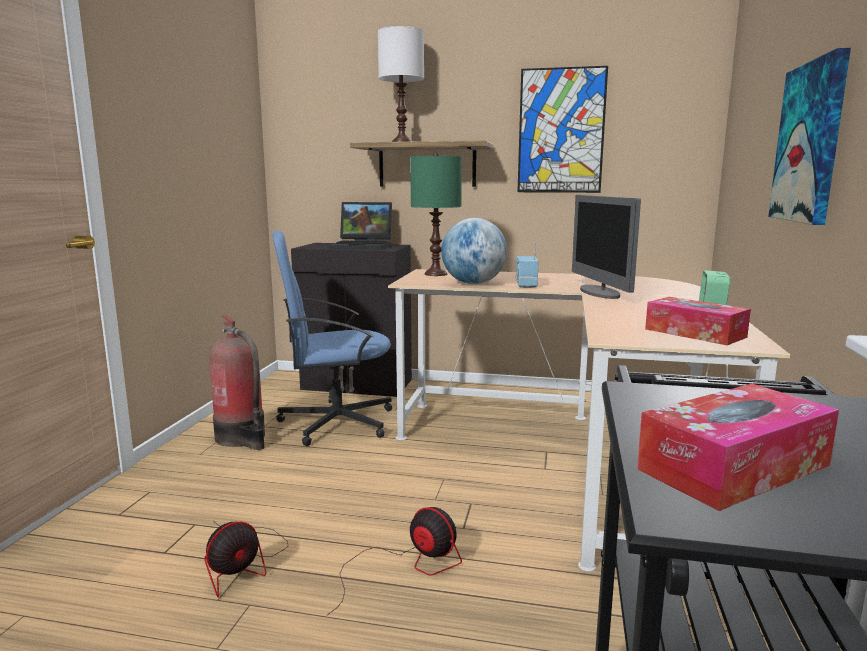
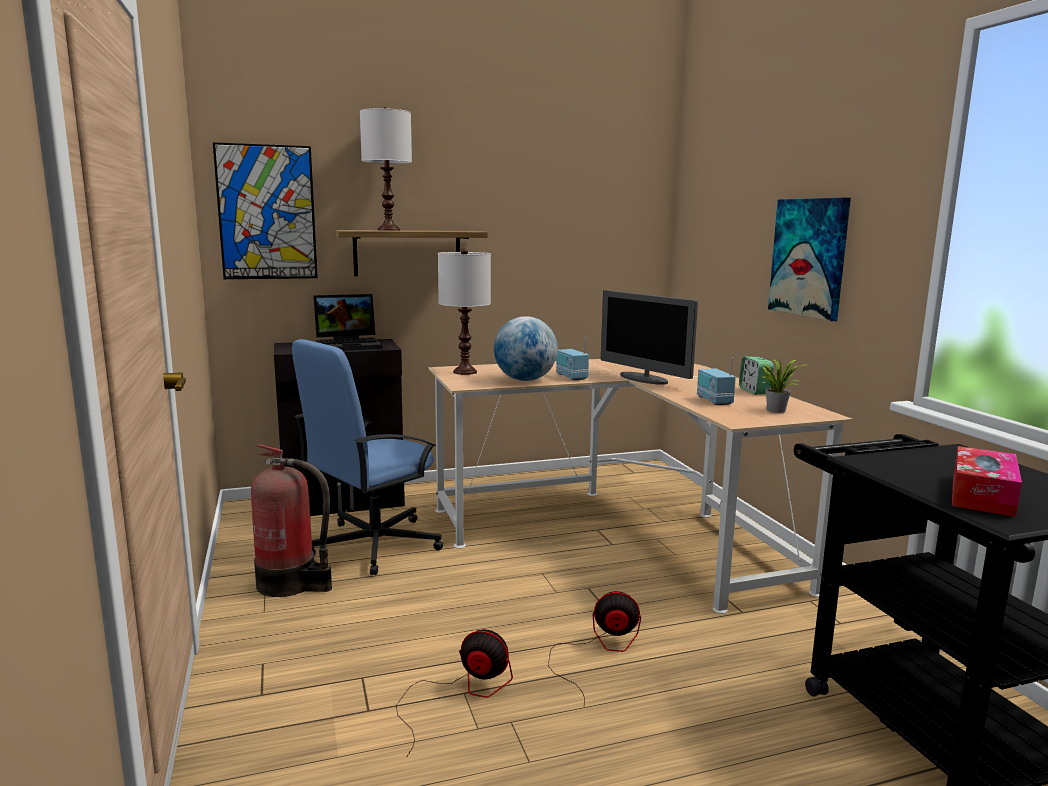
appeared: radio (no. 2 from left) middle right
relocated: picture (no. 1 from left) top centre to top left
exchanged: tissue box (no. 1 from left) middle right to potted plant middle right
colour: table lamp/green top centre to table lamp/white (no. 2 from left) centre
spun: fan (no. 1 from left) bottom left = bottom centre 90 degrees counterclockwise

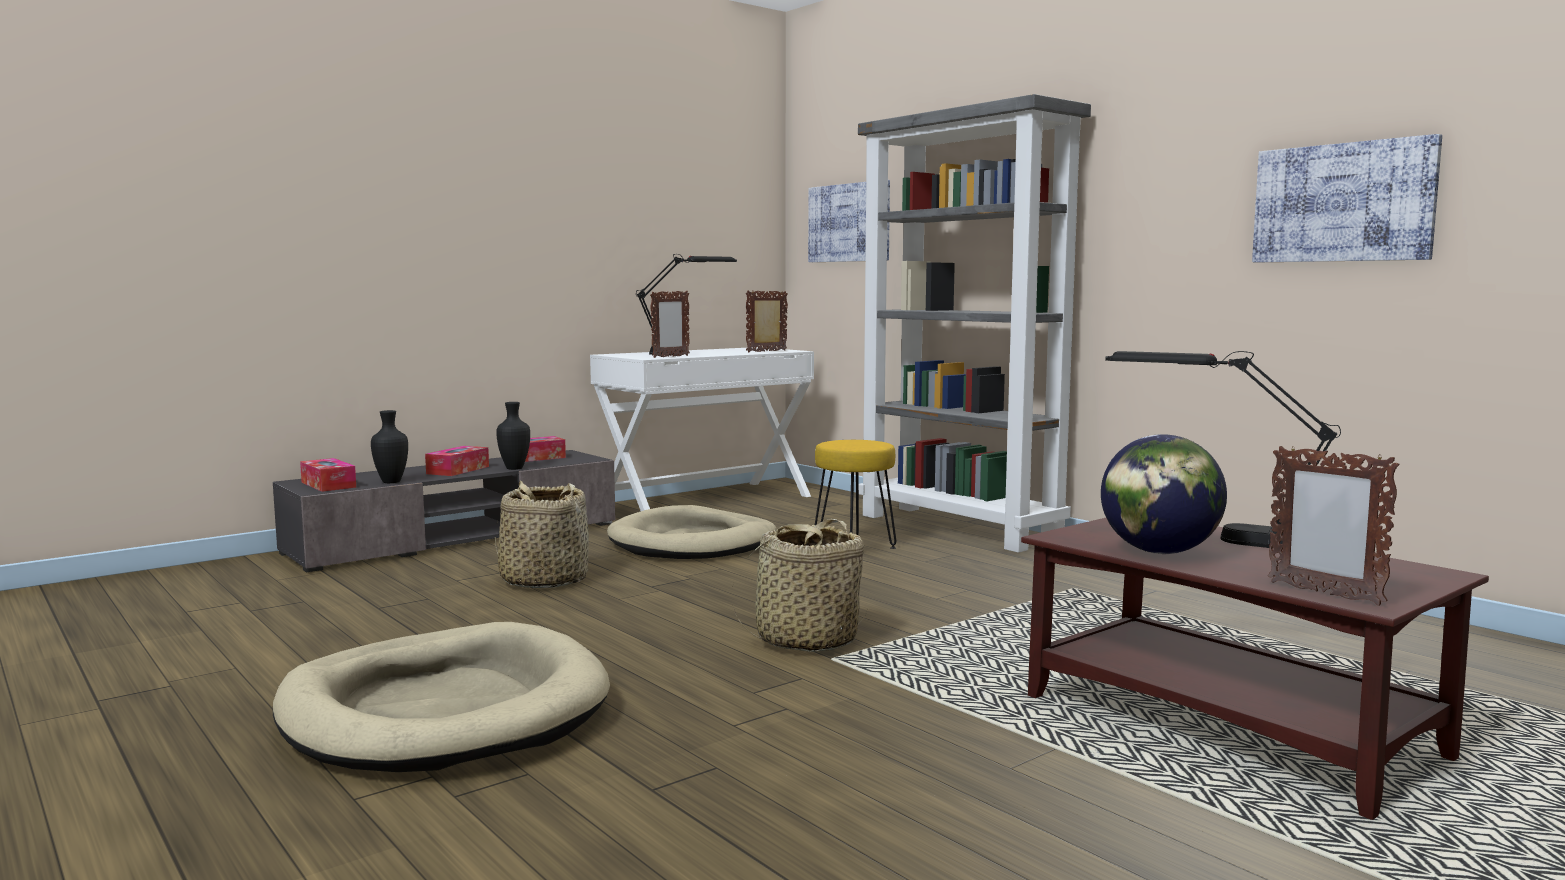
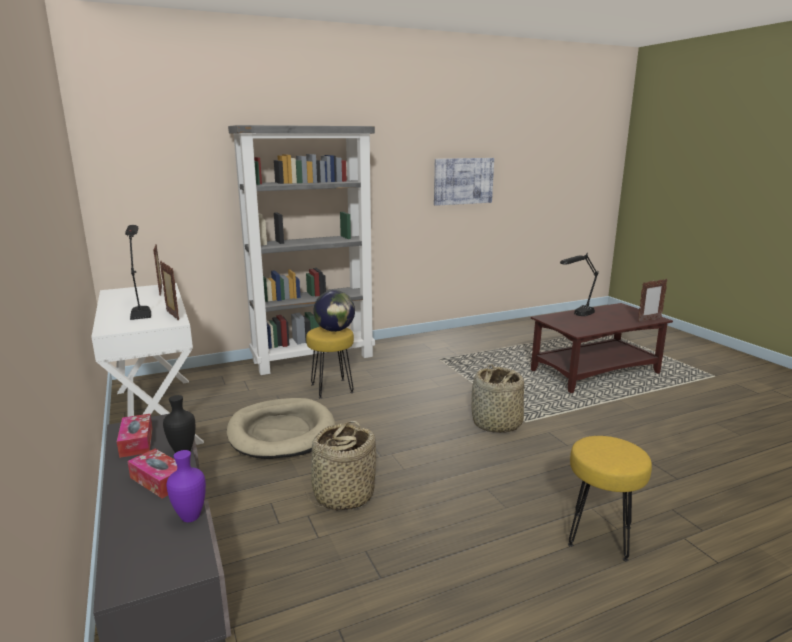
missing: tissue box (no. 1 from left) middle left; picture (no. 1 from left) top centre
relocated: globe middle right to centre
exchanged: dog bed/beige (no. 1 from left) bottom left to stool/yellow (no. 2 from left) bottom right
colour: vase/black (no. 1 from left) middle left to vase/purple bottom left

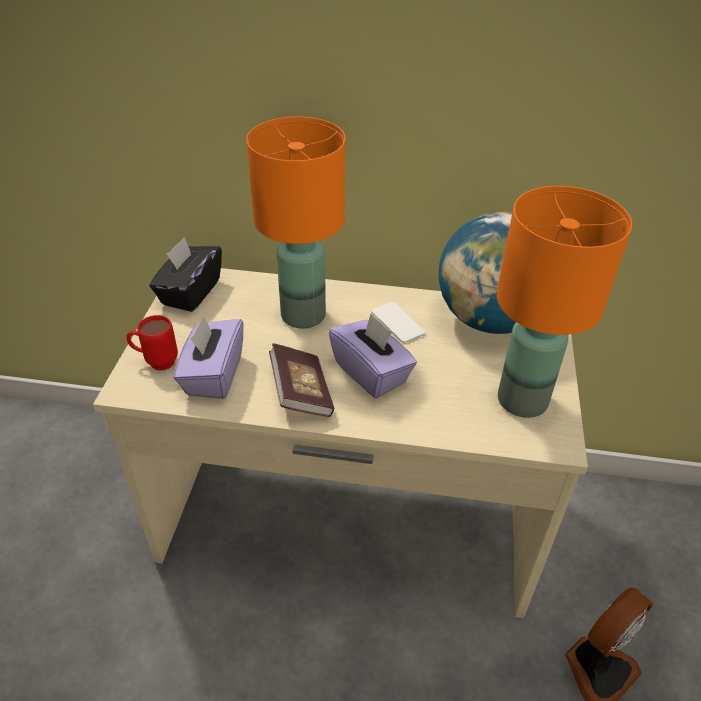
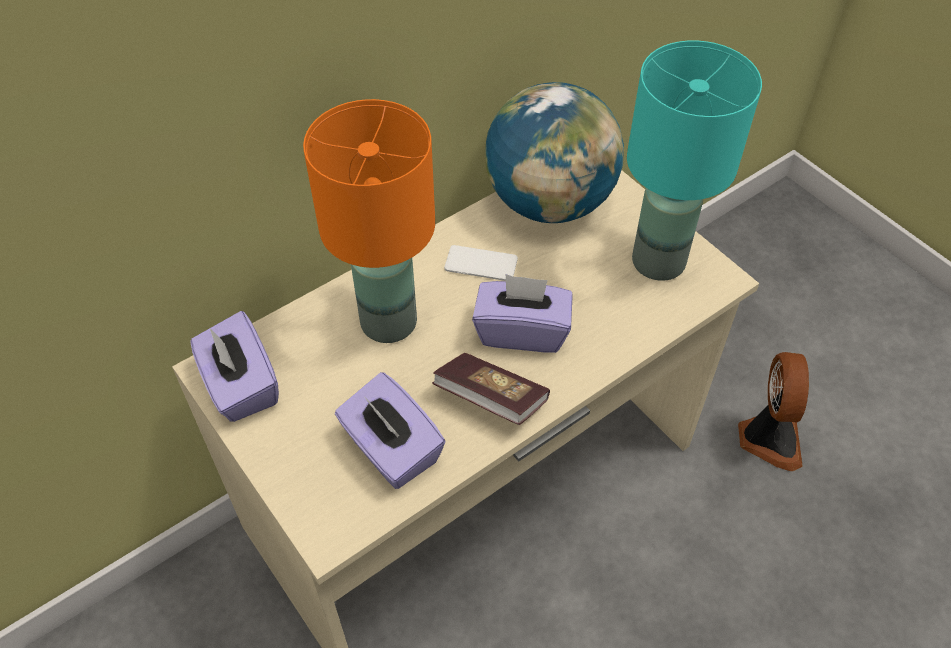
missing: mug/red middle left
colour: tissue box/black middle left to tissue box/purple (no. 1 from left) middle left; table lamp/orange (no. 2 from left) middle right to table lamp/turquoise top right

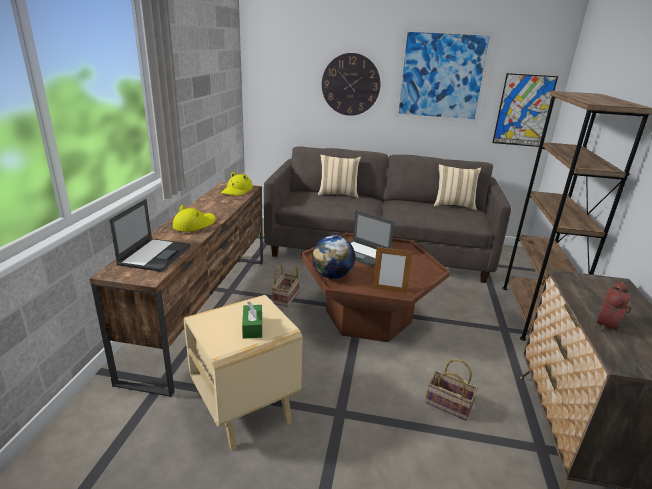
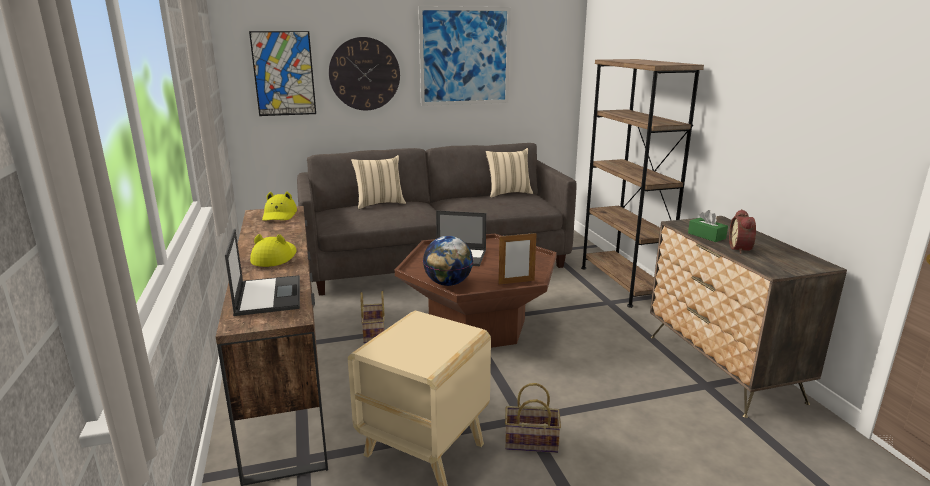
relocated: picture (no. 2 from left in the first image) top right to picture (no. 1 from left) top left; basket (no. 2 from left) bottom right to bottom centre; tissue box/green centre to middle right

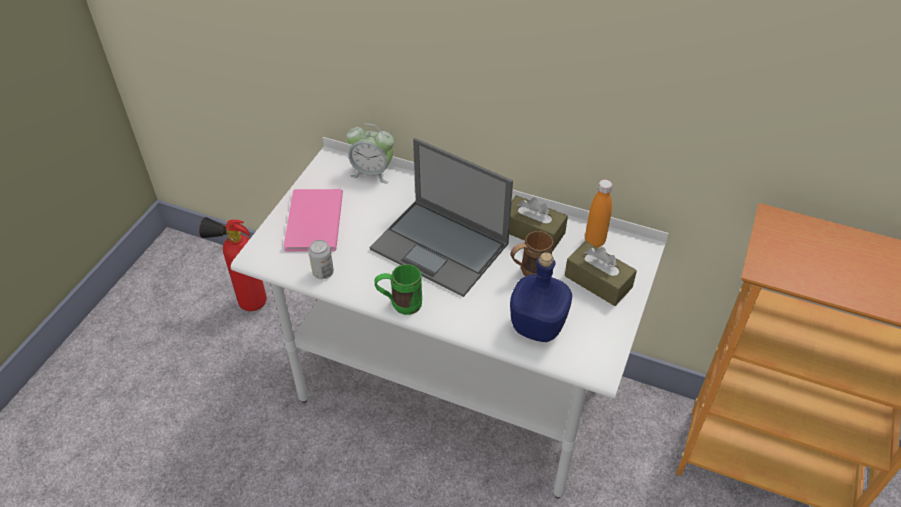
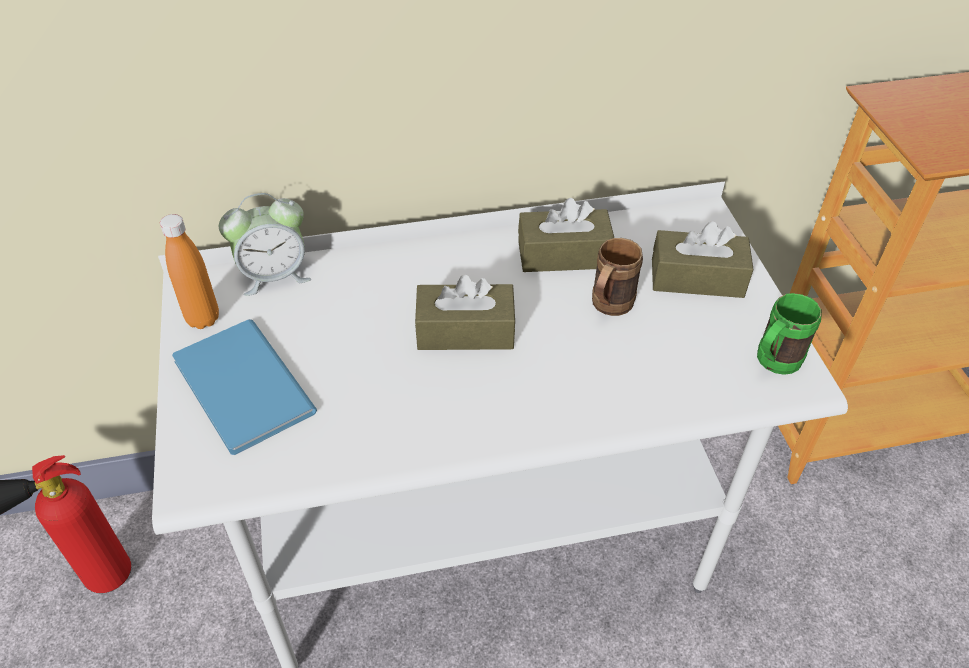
missing: can centre; bottle/blue centre
relocated: bottle/orange centre to middle left; mug/green centre to middle right
exchanged: laptop centre to tissue box/brown (no. 1 from left) centre
colour: book/pink centre to book/blue middle left

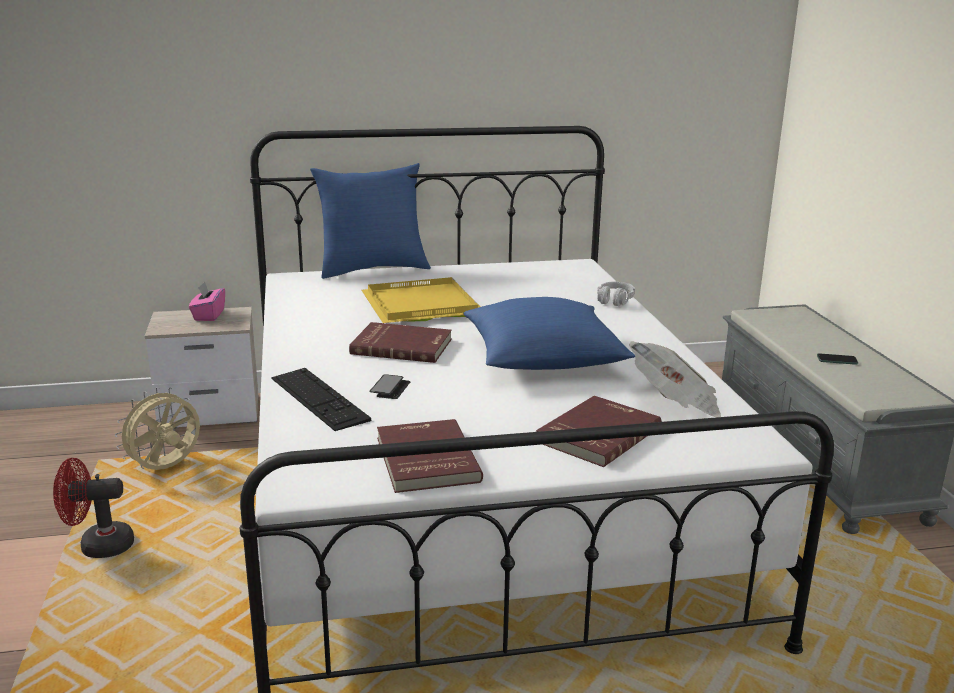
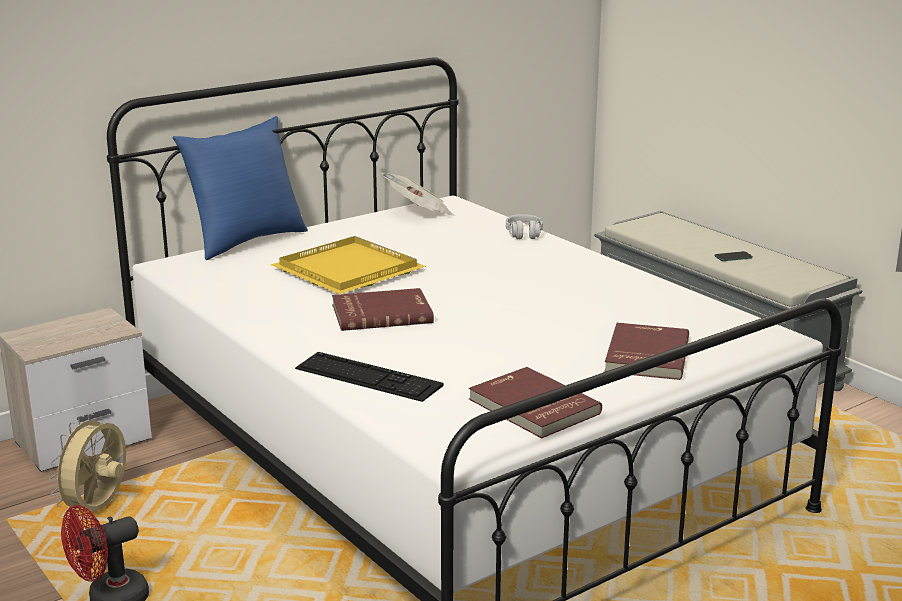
missing: tissue box/pink middle left; phone (no. 1 from left) centre; pillow/blue (no. 2 from left) centre
relocated: newspaper middle right to top centre

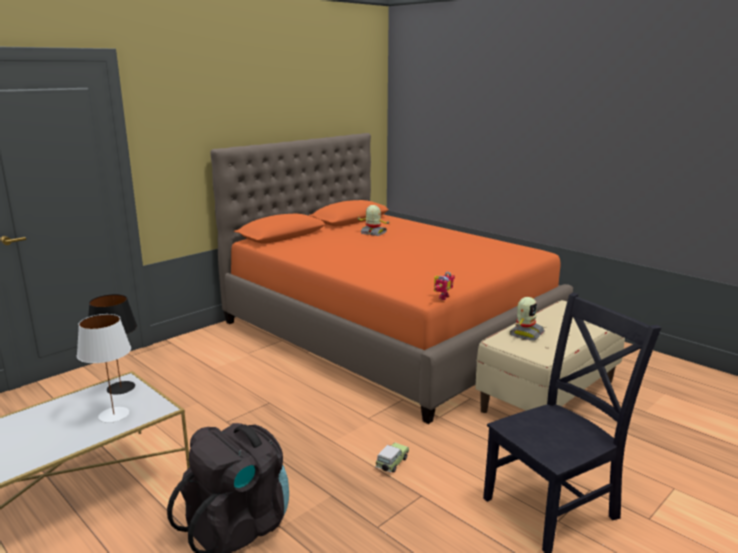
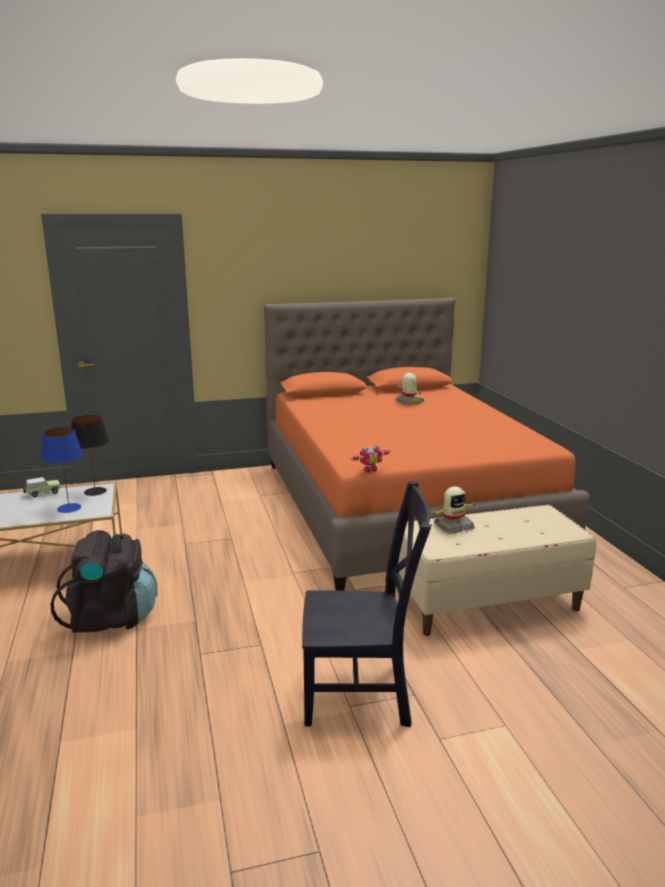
relocated: toy car bottom centre to middle left
colour: table lamp/white middle left to table lamp/blue middle left

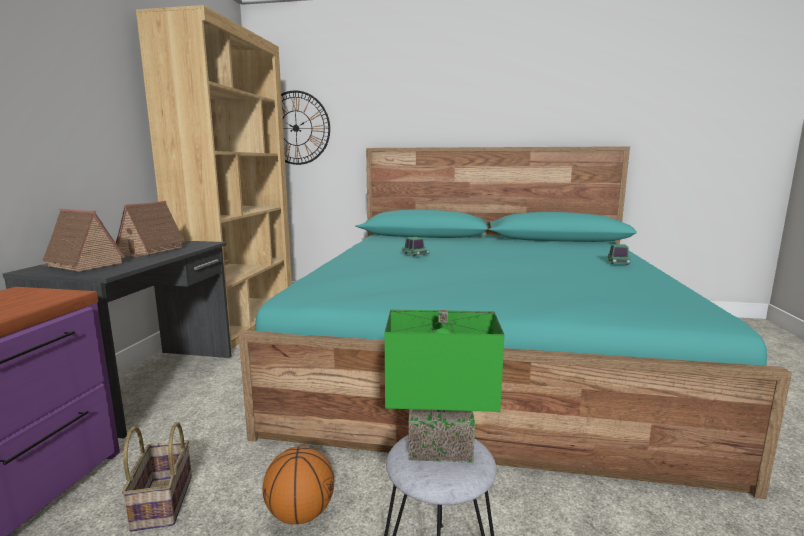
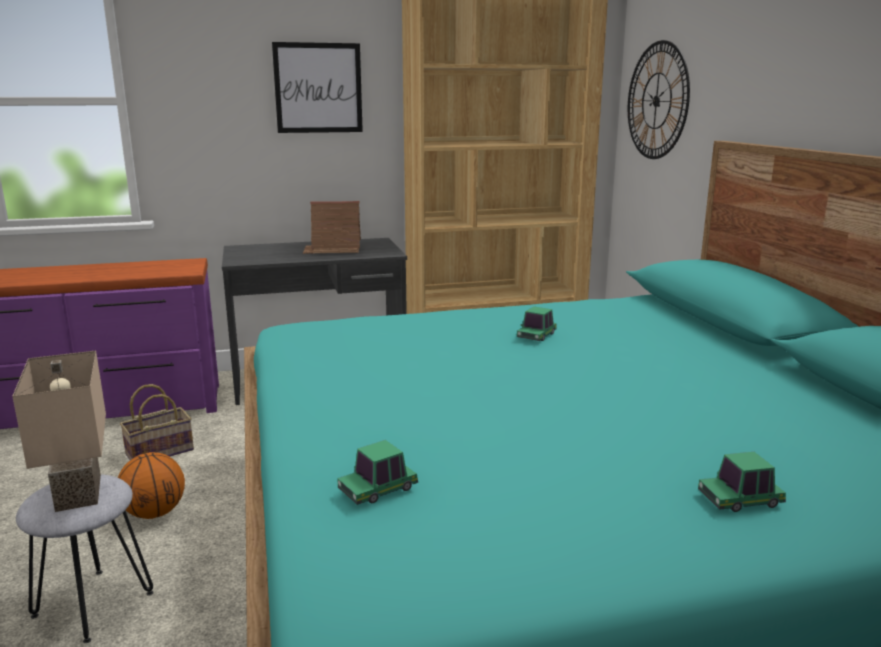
missing: toy house (no. 1 from left) middle left
appeared: picture top centre; toy car (no. 1 from left) bottom centre
colour: table lamp/green bottom centre to table lamp/beige middle left

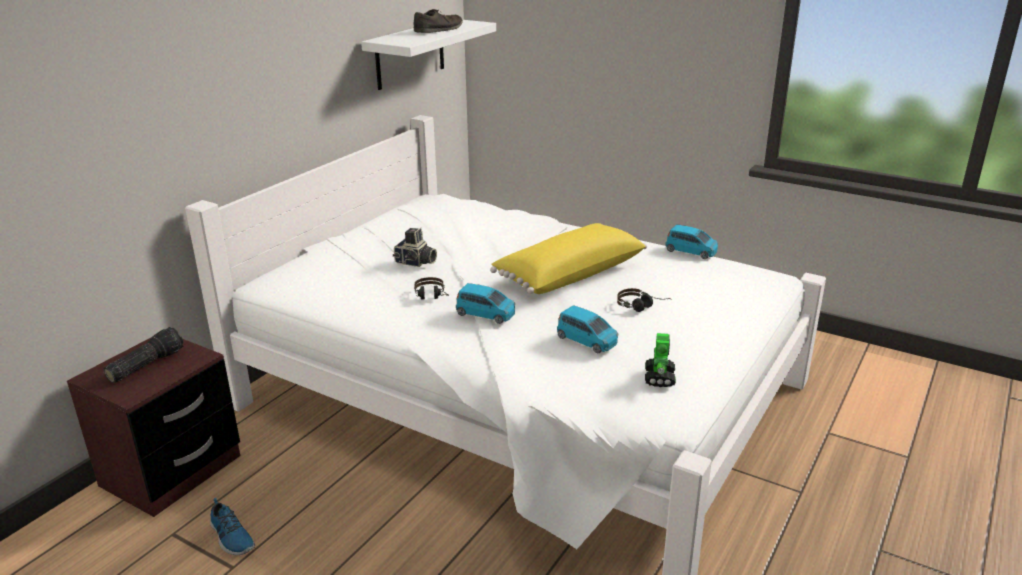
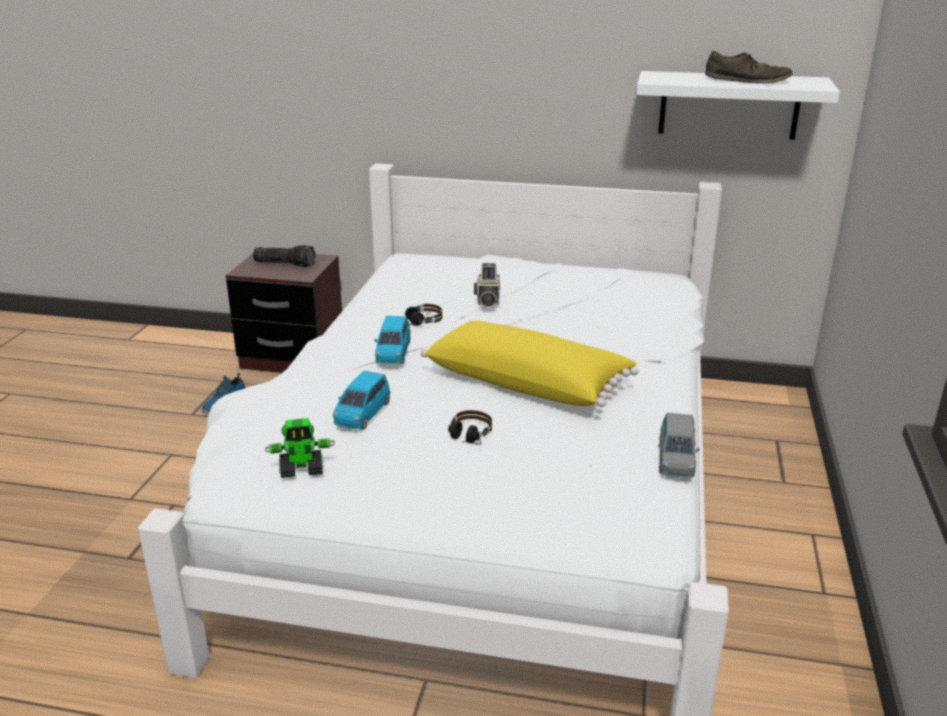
colour: toy car/blue (no. 3 from left) middle right to toy car/grey middle right

